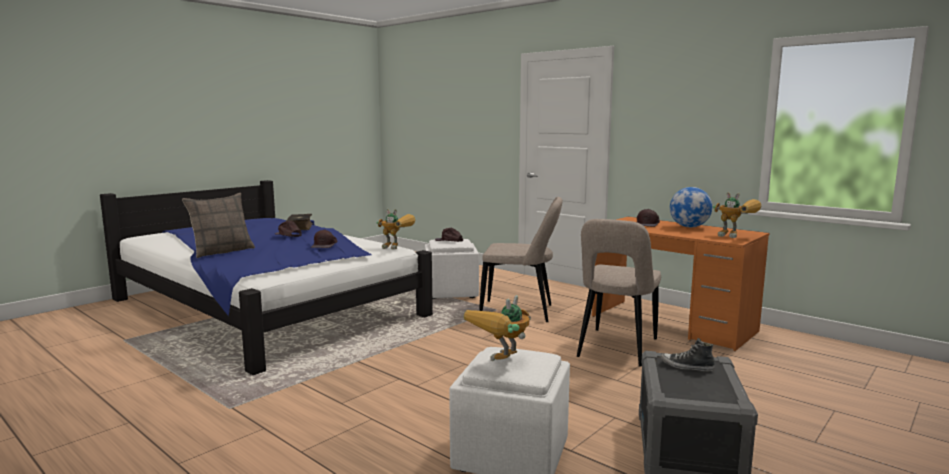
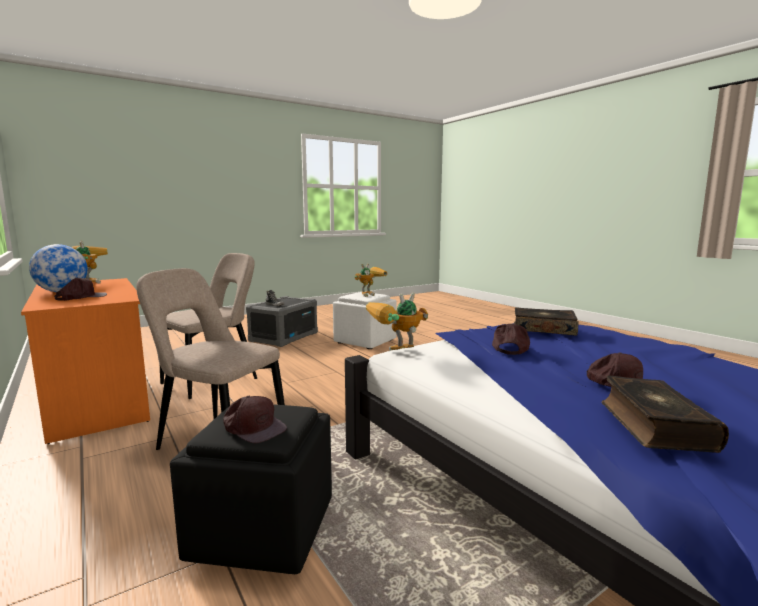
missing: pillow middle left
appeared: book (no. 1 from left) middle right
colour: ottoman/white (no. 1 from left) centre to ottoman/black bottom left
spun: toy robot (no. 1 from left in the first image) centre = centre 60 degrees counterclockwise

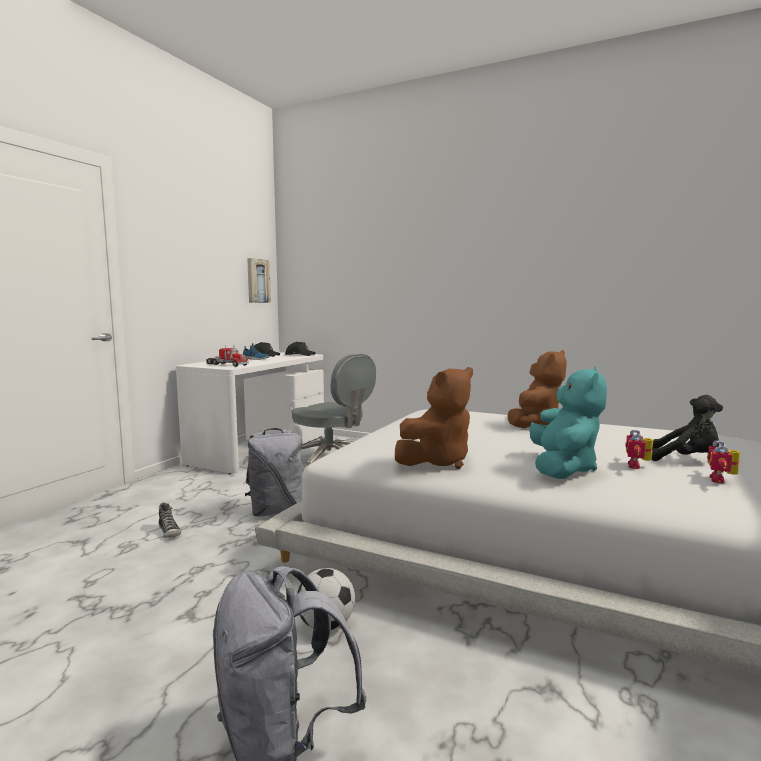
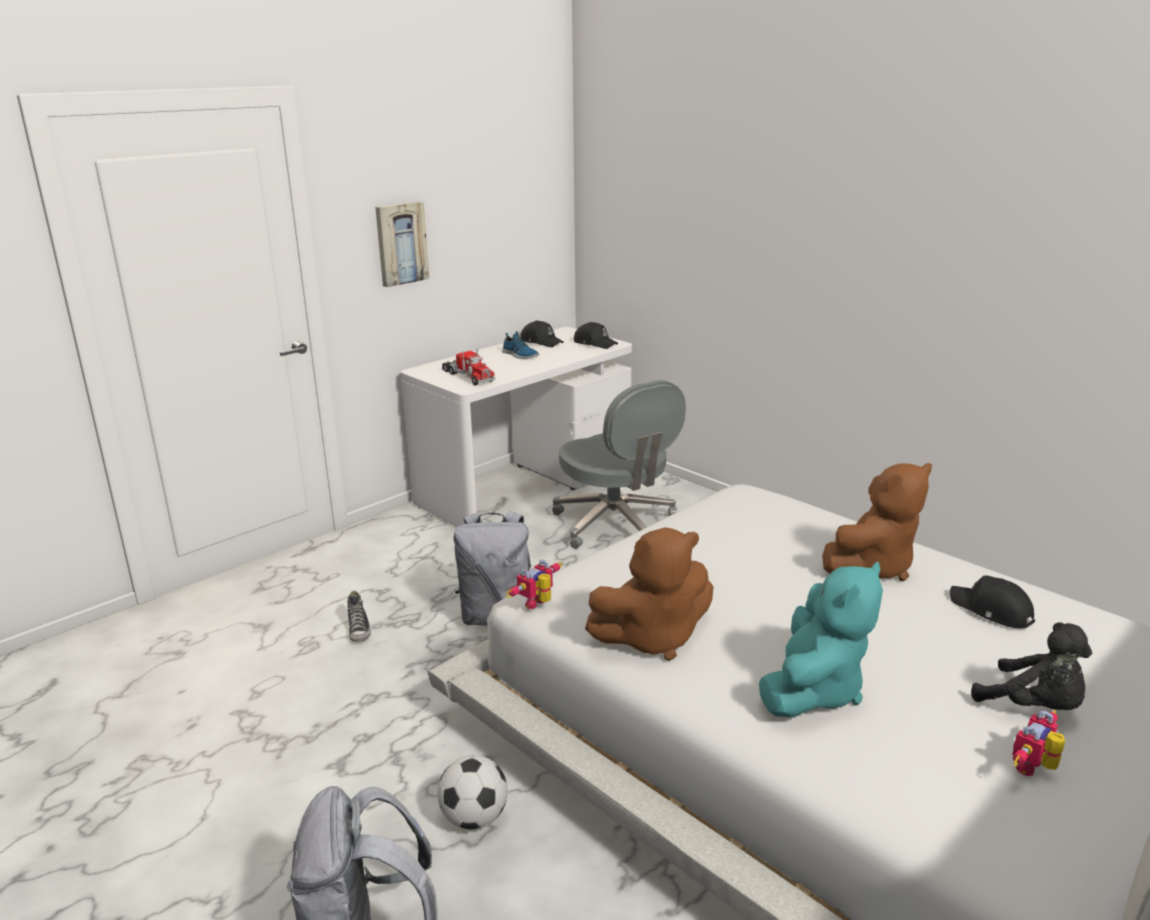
appeared: cap/black (no. 3 from left) middle right
relocated: picture centre to top centre; toy robot (no. 1 from left) middle right to centre

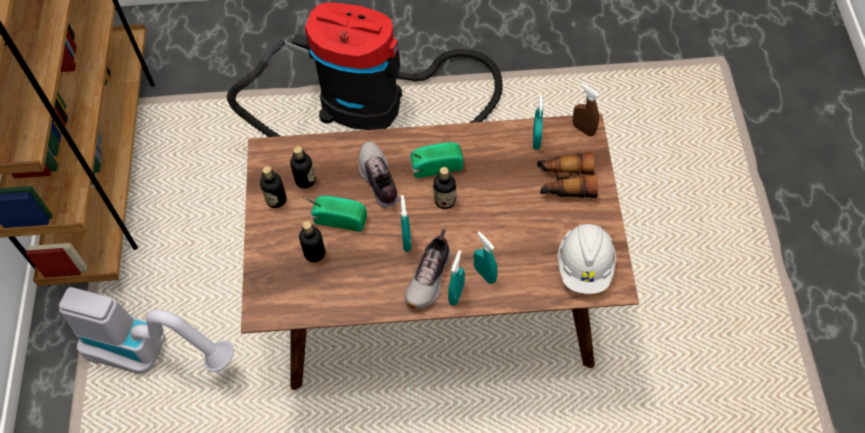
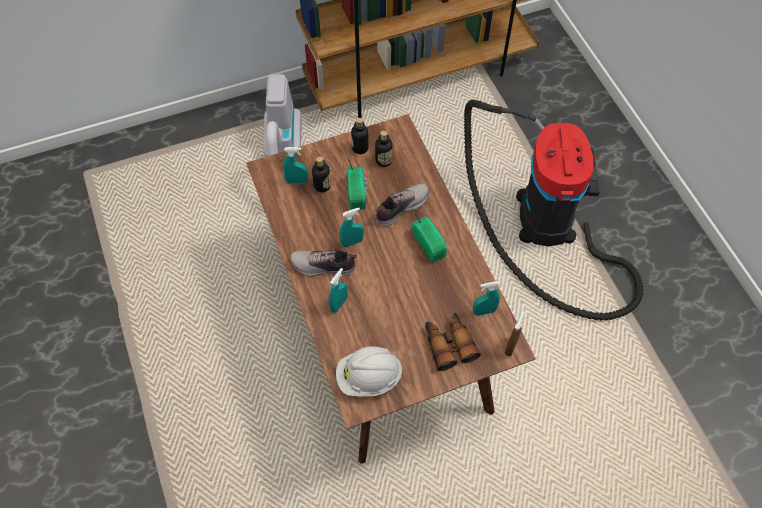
missing: bottle (no. 4 from left) centre
relocated: spray bottle/turquoise (no. 2 from left in the first image) centre to spray bottle/turquoise (no. 1 from left) top centre

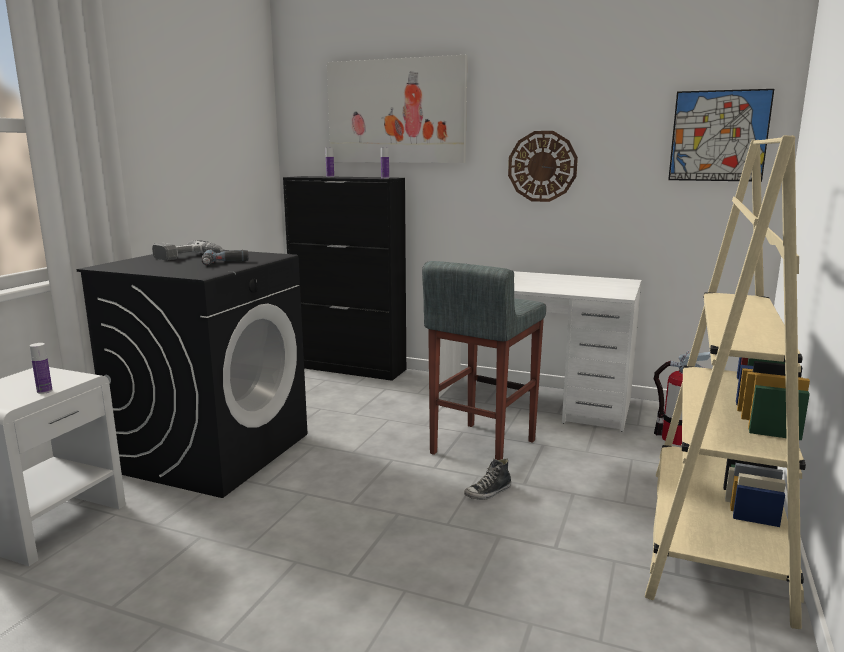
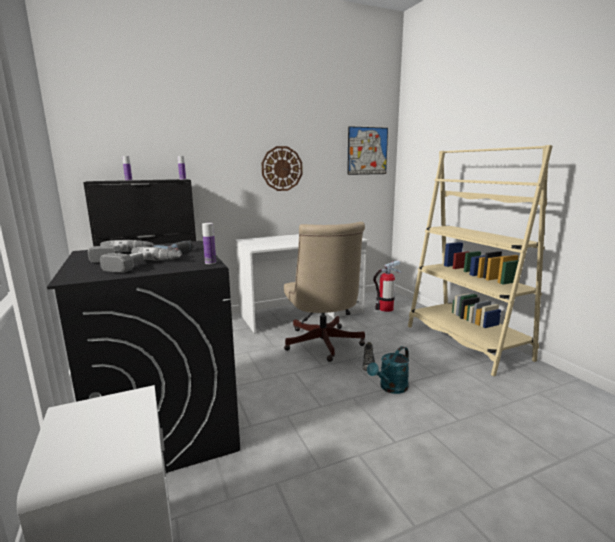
missing: picture (no. 1 from left) top centre
appeared: power drill (no. 2 from left) middle left; watering can/turquoise bottom centre
relocated: bottle (no. 1 from left in the first image) middle left to bottle (no. 3 from left) centre
exchanged: stool/grey centre to office chair/beige centre

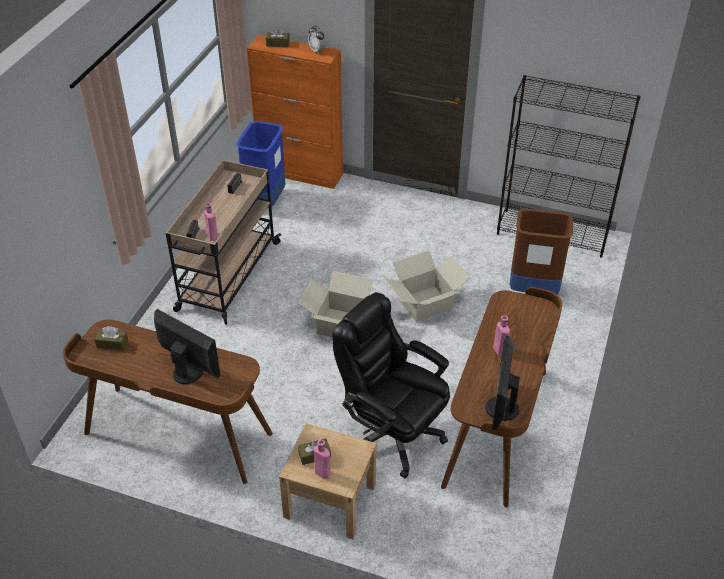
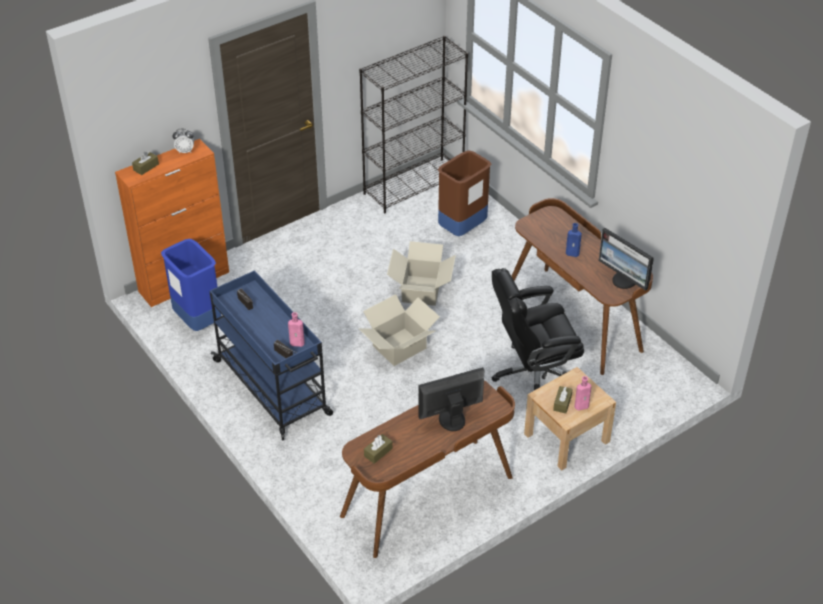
colour: cart/beige middle left to cart/blue middle left; bottle/pink (no. 3 from left) middle right to bottle/blue middle right

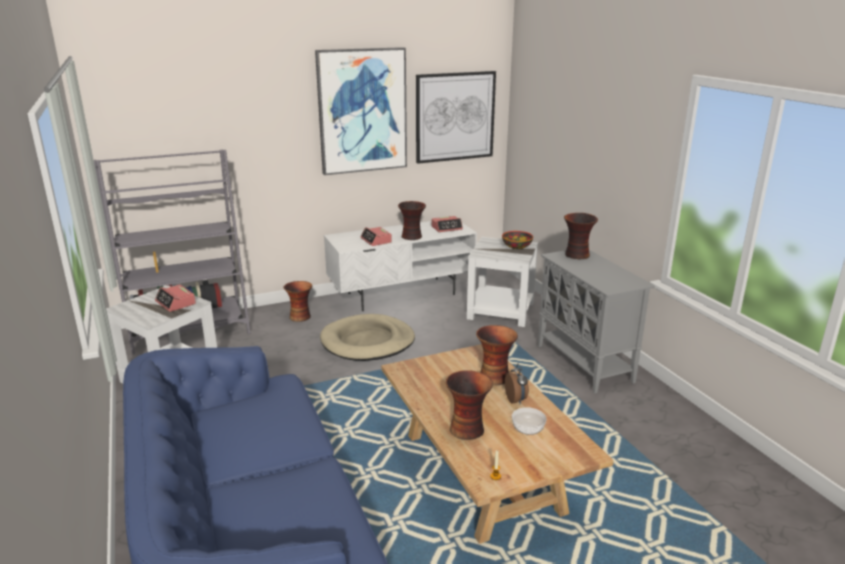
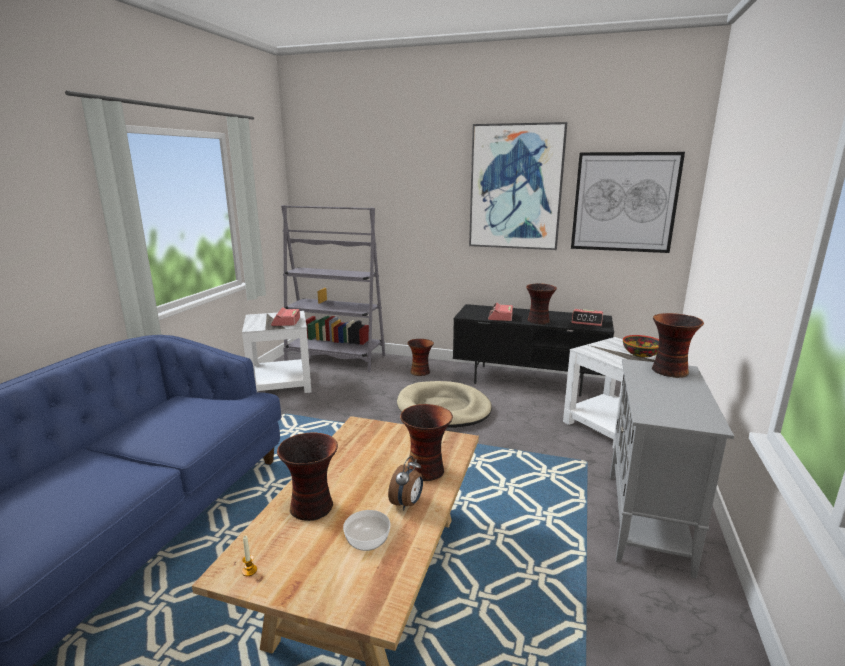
colour: tv stand/white centre to tv stand/black centre

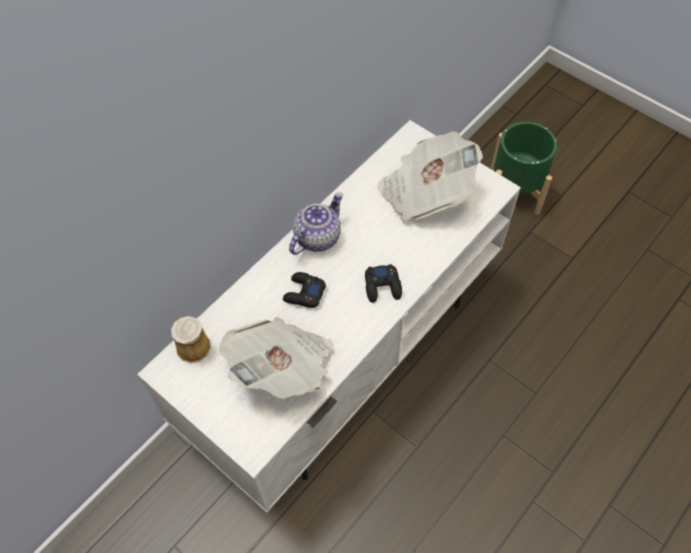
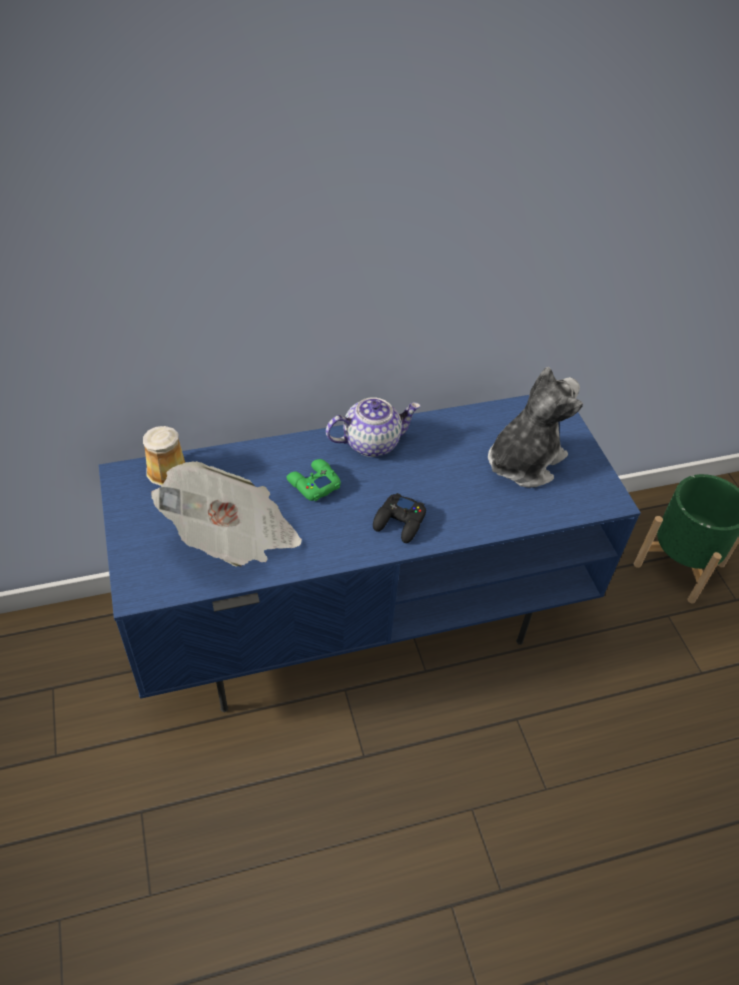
exchanged: newspaper (no. 2 from left) top centre to plush toy middle right
colour: tv stand/white centre to tv stand/blue centre; game controller/black (no. 1 from left) centre to game controller/green centre

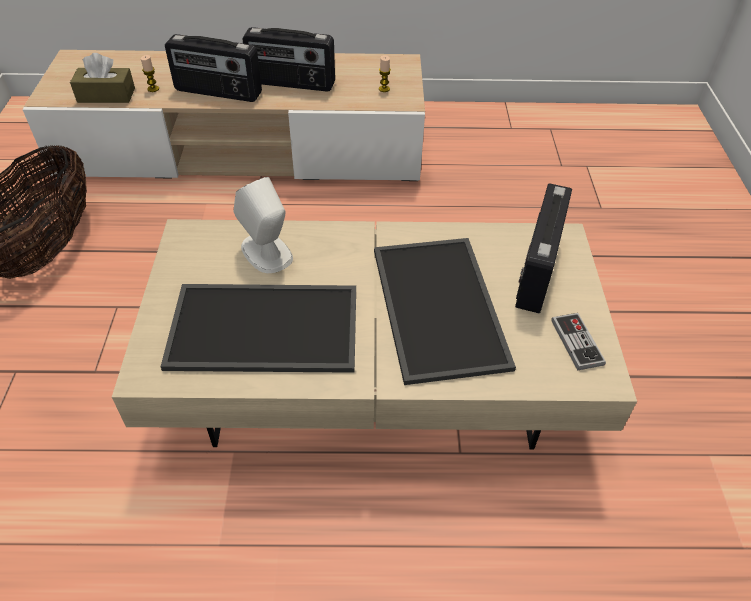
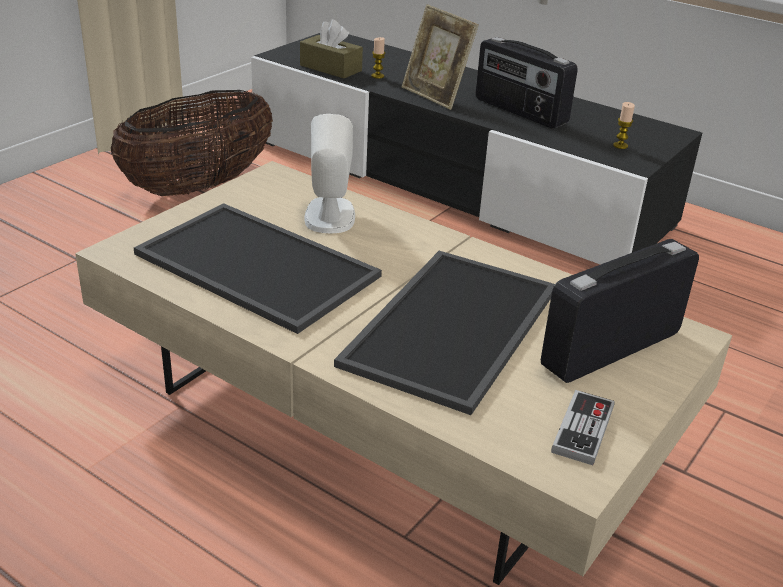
exchanged: radio (no. 1 from left) top left to picture frame top centre
colour: tv stand/beige top left to tv stand/black top centre

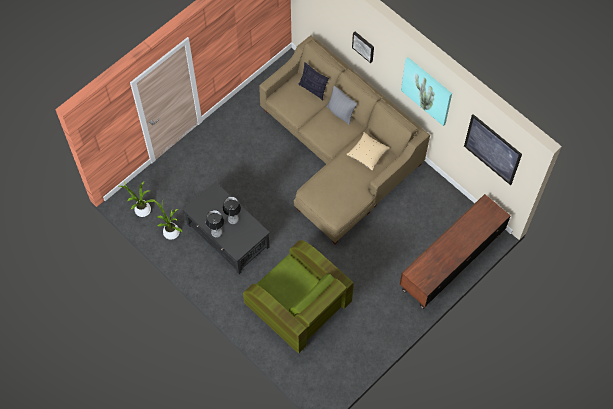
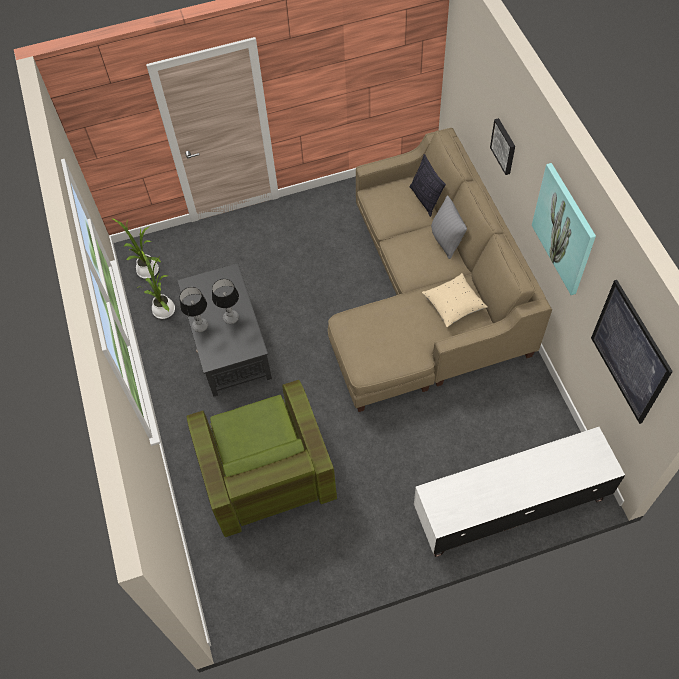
colour: tv stand/brown middle right to tv stand/white bottom right

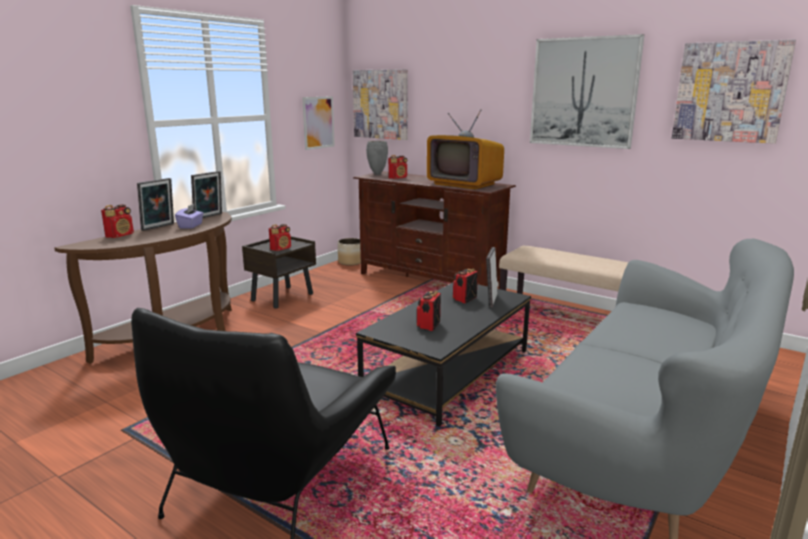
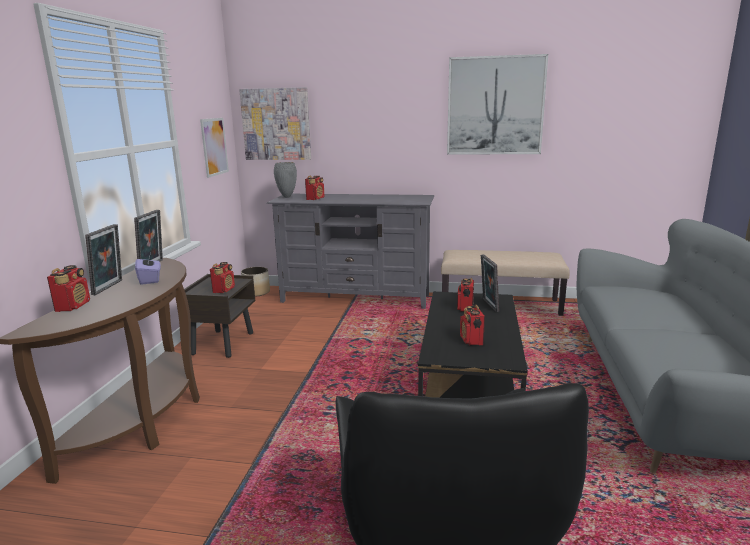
missing: television top centre; picture (no. 4 from left) top right
colour: tv stand/brown centre to tv stand/grey centre

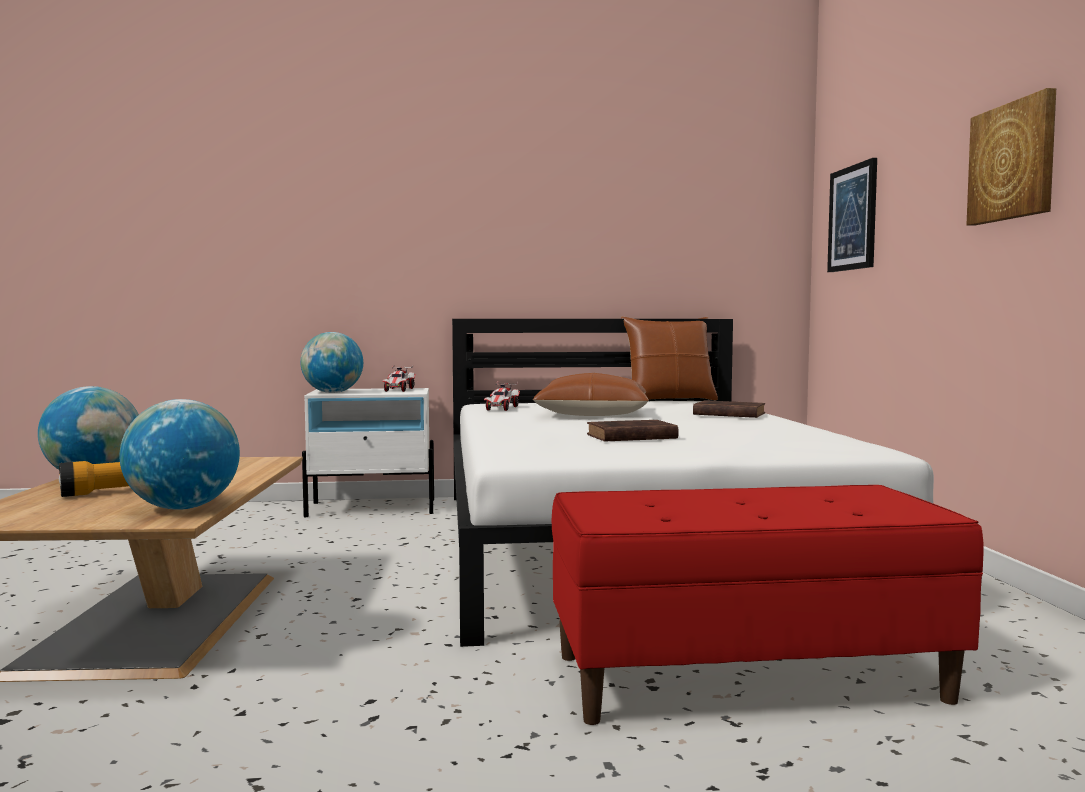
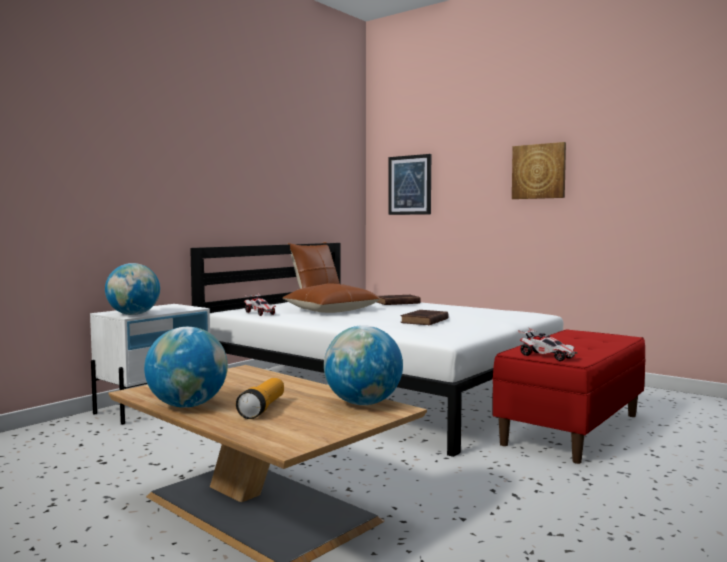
relocated: toy car (no. 1 from left in the first image) centre to toy car (no. 2 from left) middle right

